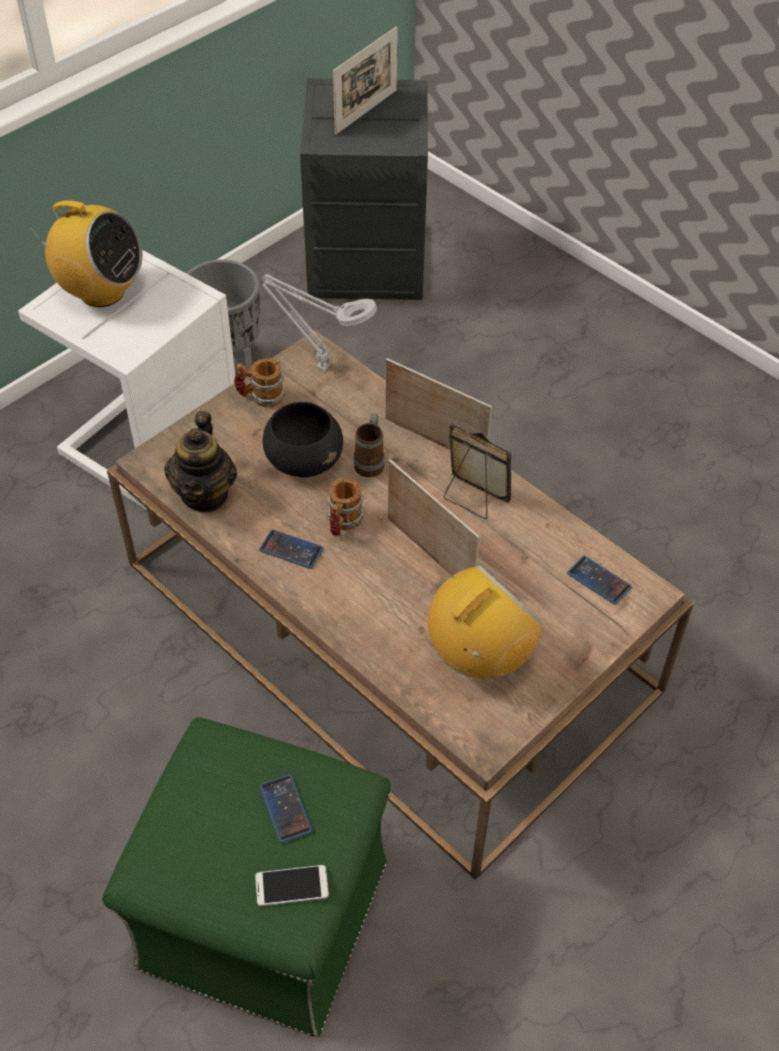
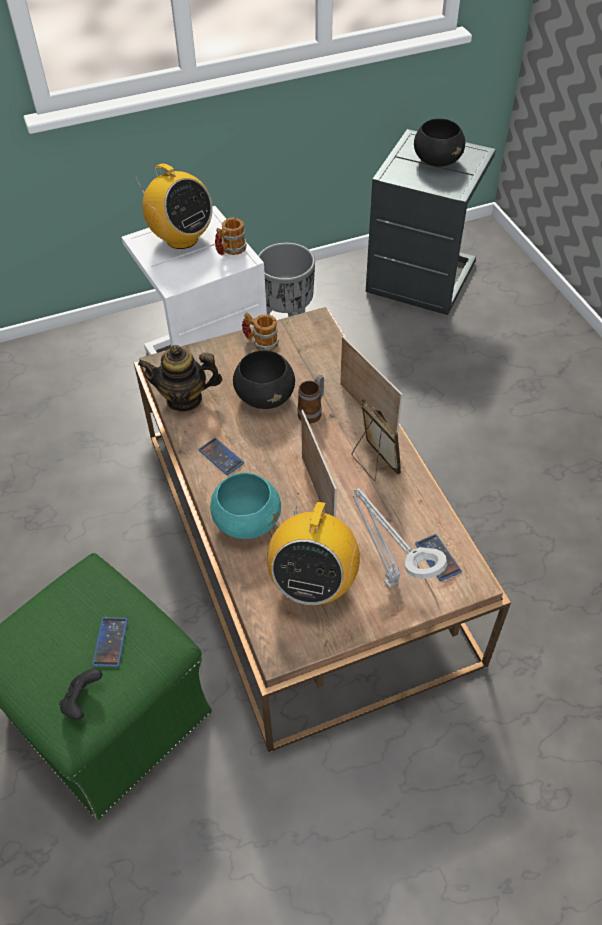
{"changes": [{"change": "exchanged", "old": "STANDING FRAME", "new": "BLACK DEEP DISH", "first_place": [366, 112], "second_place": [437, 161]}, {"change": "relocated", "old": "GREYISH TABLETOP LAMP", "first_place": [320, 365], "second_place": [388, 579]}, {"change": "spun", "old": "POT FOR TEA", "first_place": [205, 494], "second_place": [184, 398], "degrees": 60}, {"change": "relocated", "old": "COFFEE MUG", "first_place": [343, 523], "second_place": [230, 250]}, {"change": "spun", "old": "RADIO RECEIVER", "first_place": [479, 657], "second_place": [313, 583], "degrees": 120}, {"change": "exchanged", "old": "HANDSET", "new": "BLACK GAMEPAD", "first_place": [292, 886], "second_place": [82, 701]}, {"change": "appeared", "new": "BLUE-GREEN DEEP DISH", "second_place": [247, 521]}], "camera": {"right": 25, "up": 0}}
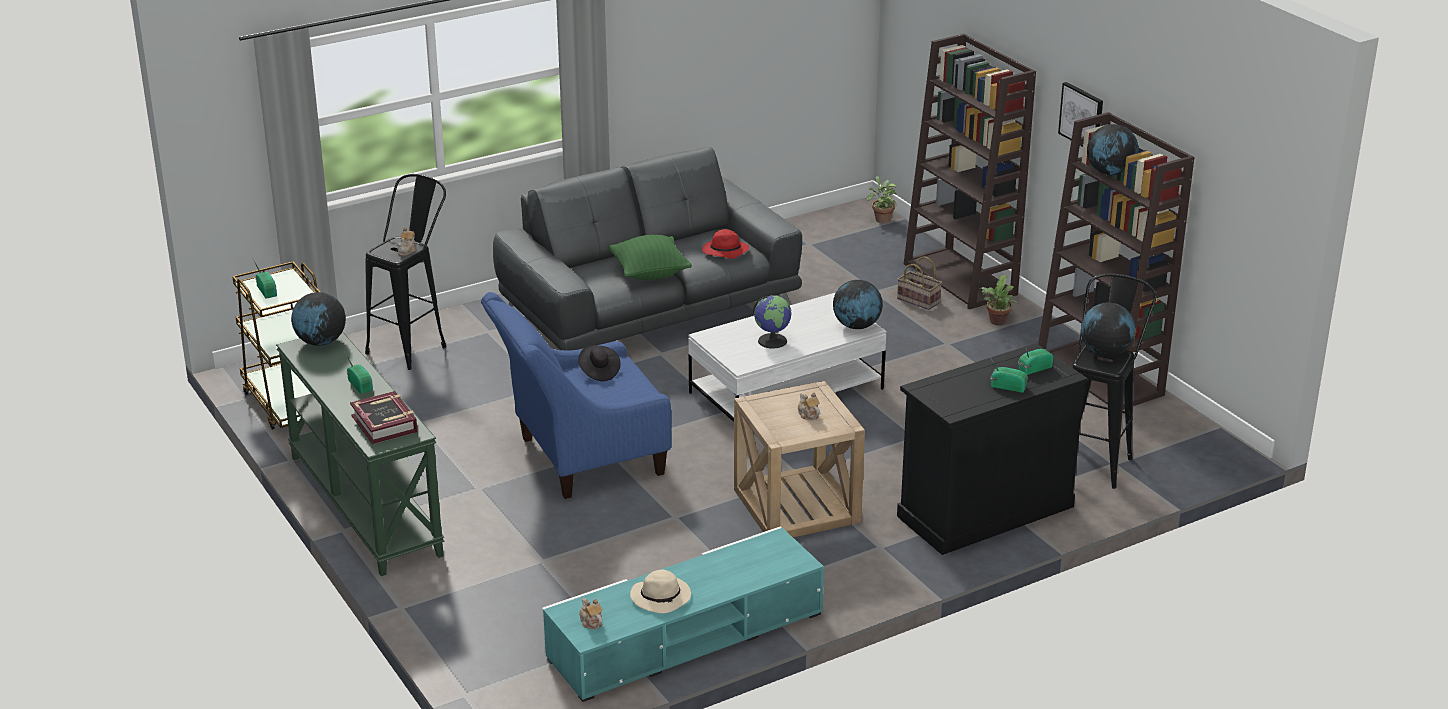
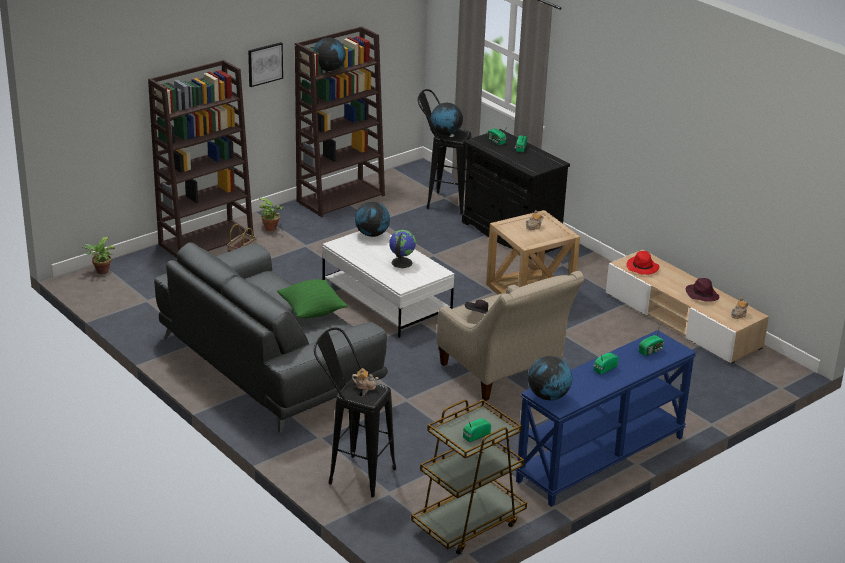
{"changes": [{"change": "relocated", "old": "RED HAT", "first_place": [724, 252], "second_place": [642, 268]}, {"change": "colour", "old": "BLUISH EASY CHAIR", "new": "BEIGE-COLOURED EASY CHAIR", "first_place": [580, 459], "second_place": [503, 374]}, {"change": "colour", "old": "GREEN HALL TABLE", "new": "BLUISH HALL TABLE", "first_place": [363, 505], "second_place": [601, 460]}, {"change": "exchanged", "old": "BOUND BOOK", "new": "RADIO RECEIVER", "first_place": [385, 424], "second_place": [651, 351]}, {"change": "colour", "old": "BLUE-GREEN TV STAND", "new": "BEIGE-COLOURED TV STAND", "first_place": [685, 635], "second_place": [682, 320]}, {"change": "colour", "old": "BEIGE-COLOURED HAT", "new": "PURPLE HAT", "first_place": [661, 597], "second_place": [701, 295]}], "camera": {"right": -100, "up": 0}}
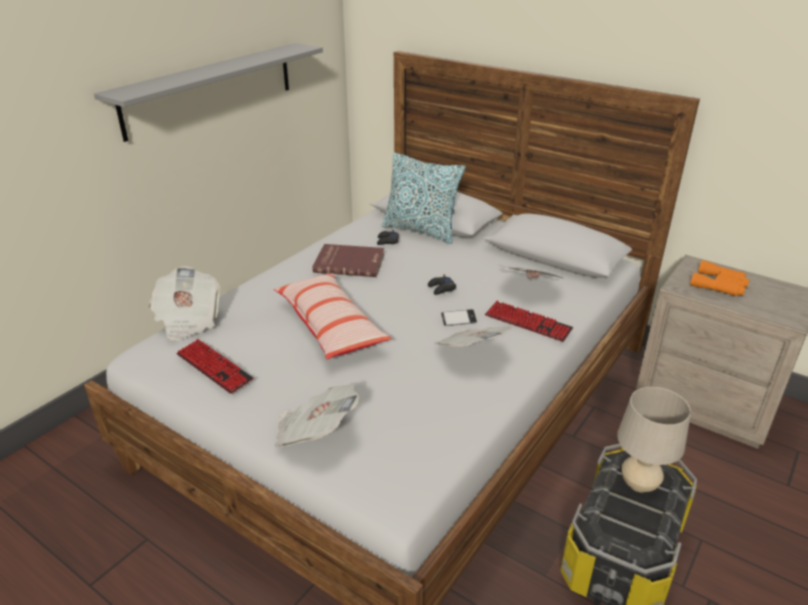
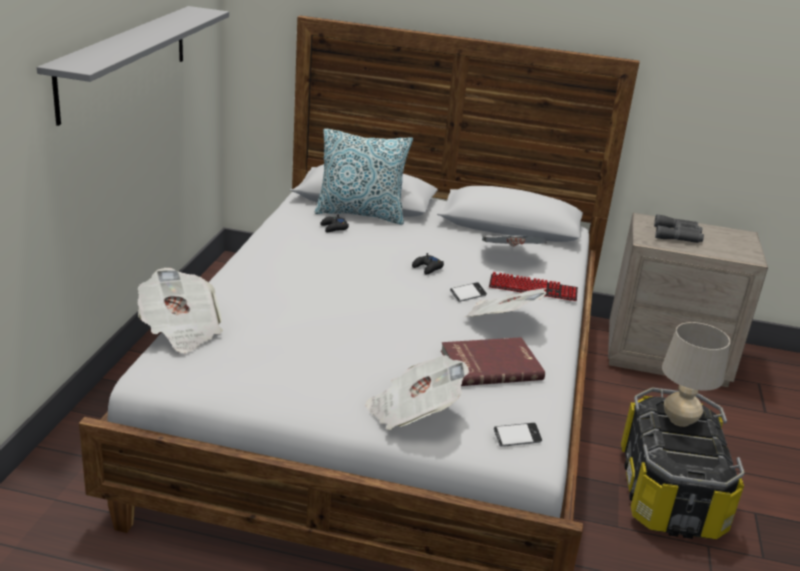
{"changes": [{"change": "relocated", "old": "RED BOUND BOOK", "first_place": [349, 262], "second_place": [490, 364]}, {"change": "colour", "old": "ORANGEY FIELD GLASSES", "new": "GREYISH FIELD GLASSES", "first_place": [720, 285], "second_place": [678, 235]}, {"change": "missing", "old": "CUSHION", "first_place": [330, 326]}, {"change": "missing", "old": "PC KEYBOARD", "first_place": [214, 367]}, {"change": "appeared", "new": "HANDSET", "second_place": [517, 438]}], "camera": {"right": -25, "up": -5}}
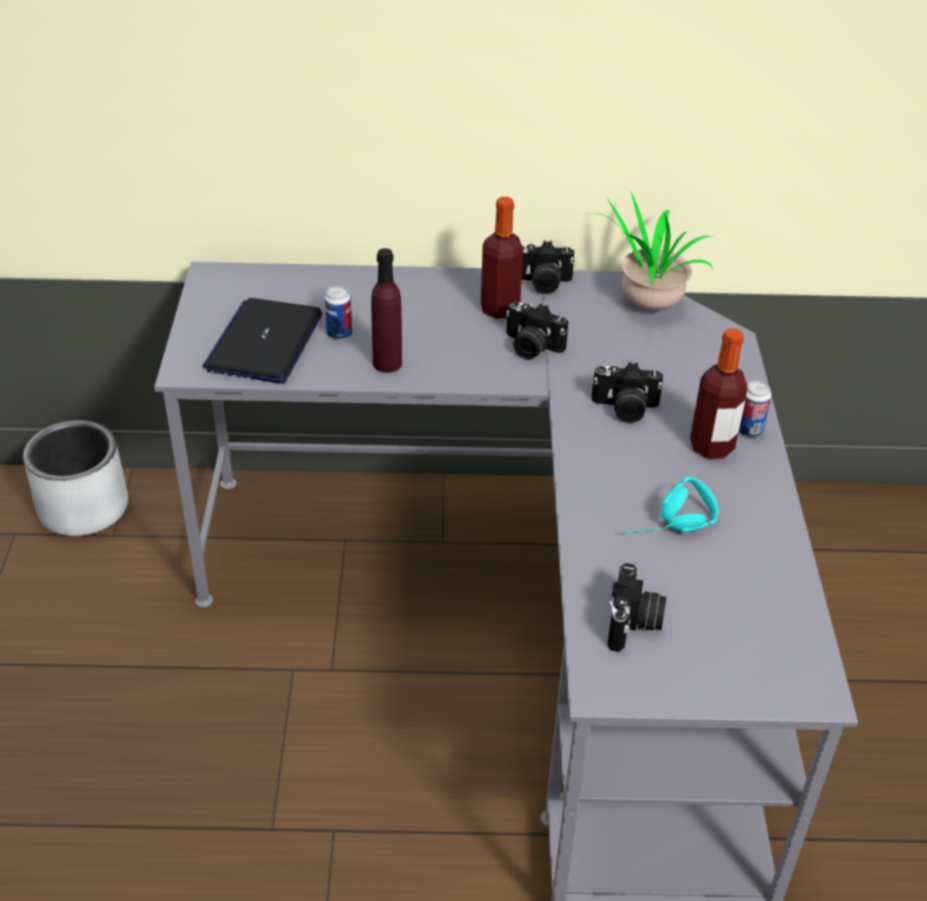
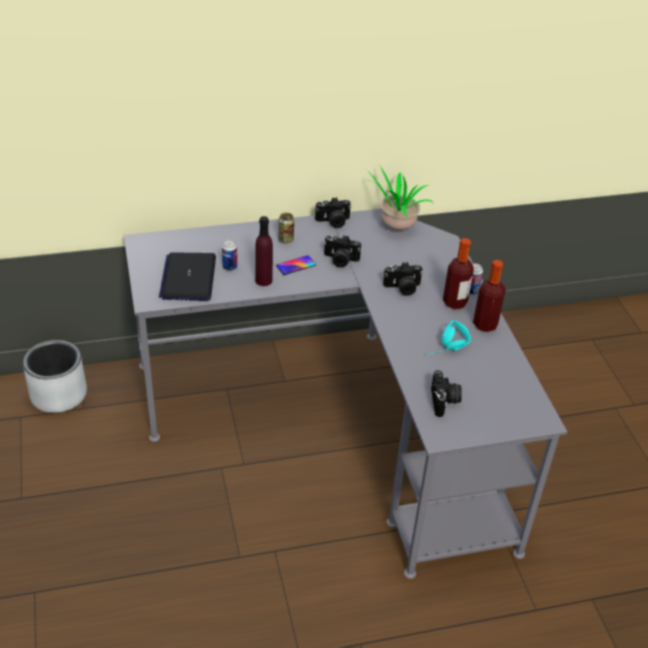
{"changes": [{"change": "relocated", "old": "DRINK BOTTLE", "first_place": [500, 309], "second_place": [485, 324]}, {"change": "appeared", "new": "METAL CAN", "second_place": [285, 240]}, {"change": "appeared", "new": "HANDSET", "second_place": [296, 265]}], "camera": {"right": -15, "up": 0}}
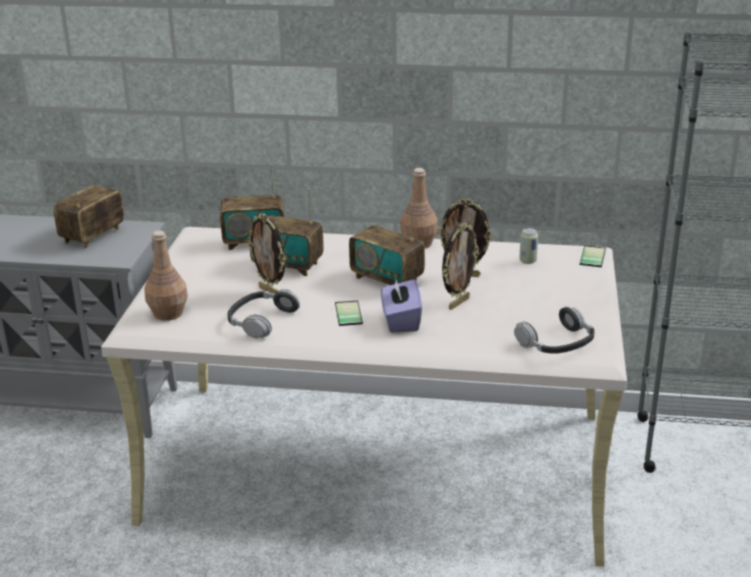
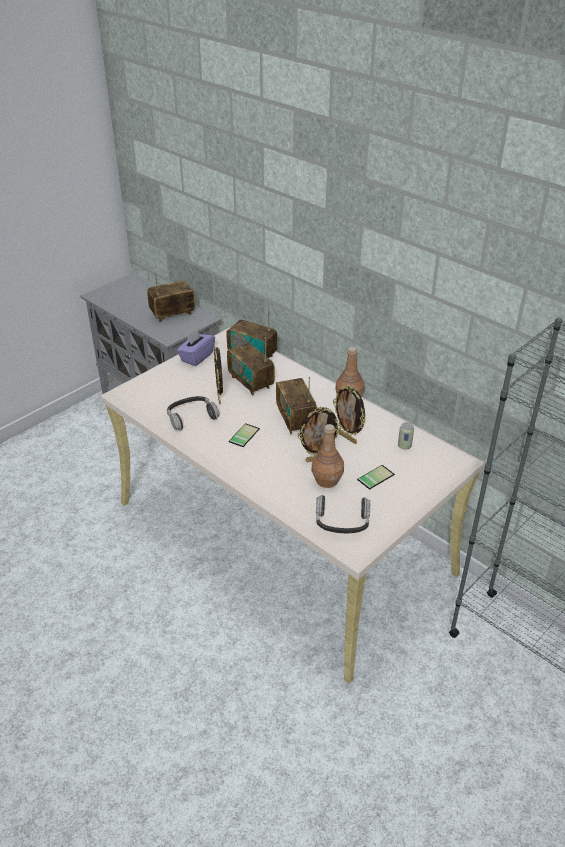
{"changes": [{"change": "relocated", "old": "BROWN DRINK BOTTLE", "first_place": [168, 313], "second_place": [327, 480]}, {"change": "relocated", "old": "HANDSET", "first_place": [590, 256], "second_place": [374, 476]}, {"change": "relocated", "old": "PURPLE TISSUE BOX", "first_place": [400, 321], "second_place": [196, 357]}], "camera": {"right": 35, "up": 10}}
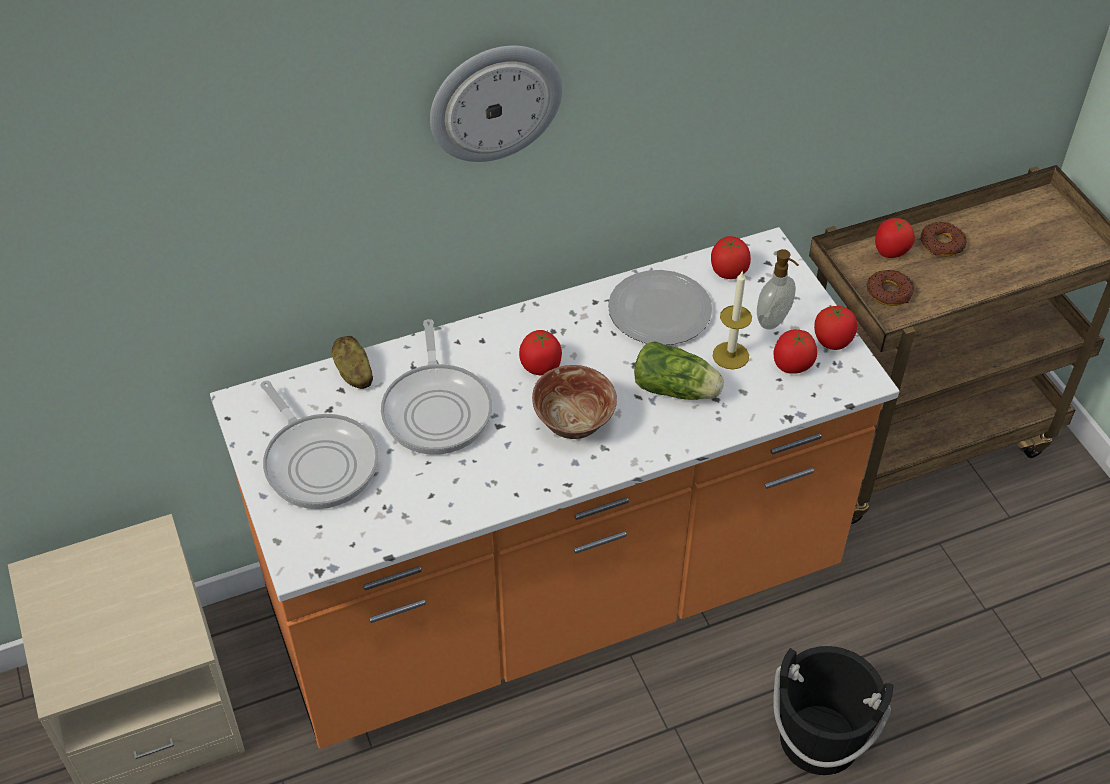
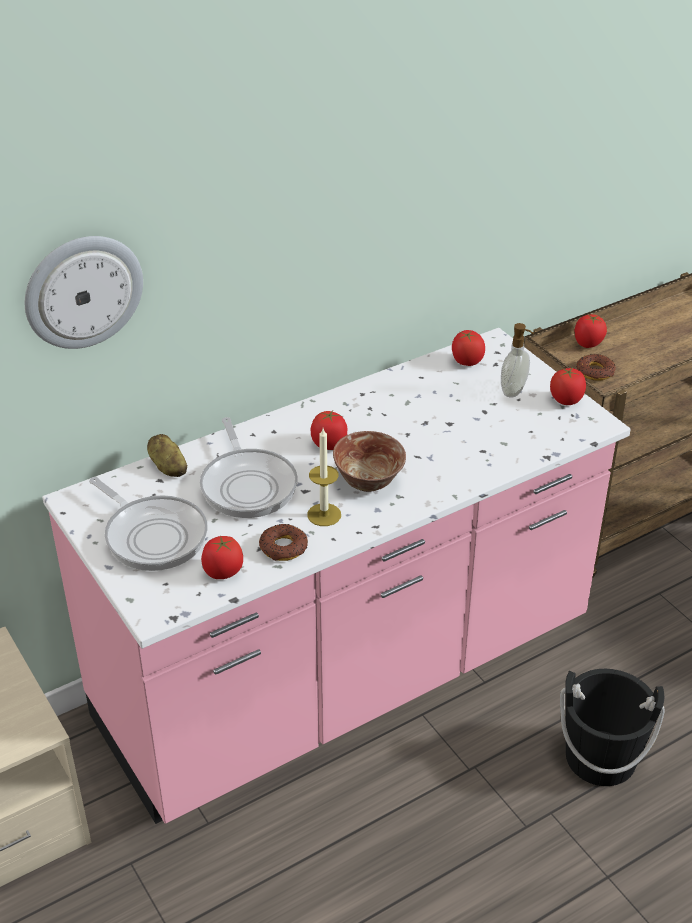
{"changes": [{"change": "relocated", "old": "WALL CLOCK", "first_place": [494, 102], "second_place": [83, 291]}, {"change": "relocated", "old": "DONUT", "first_place": [942, 244], "second_place": [283, 547]}, {"change": "colour", "old": "ORANGEY KITCHEN COUNTER", "new": "PINK-COLOURED KITCHEN COUNTER", "first_place": [555, 597], "second_place": [346, 677]}, {"change": "missing", "old": "PLATE", "first_place": [661, 312]}, {"change": "relocated", "old": "CANDLE", "first_place": [730, 355], "second_place": [324, 514]}, {"change": "relocated", "old": "TOMATO", "first_place": [792, 365], "second_place": [223, 572]}, {"change": "missing", "old": "LETTUCE HEAD", "first_place": [677, 390]}], "camera": {"right": -10, "up": -10}}
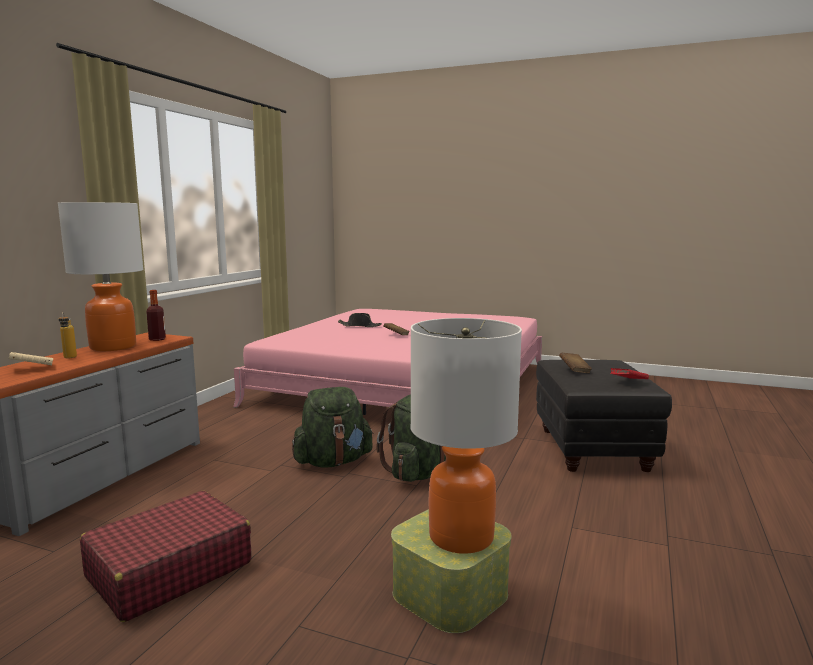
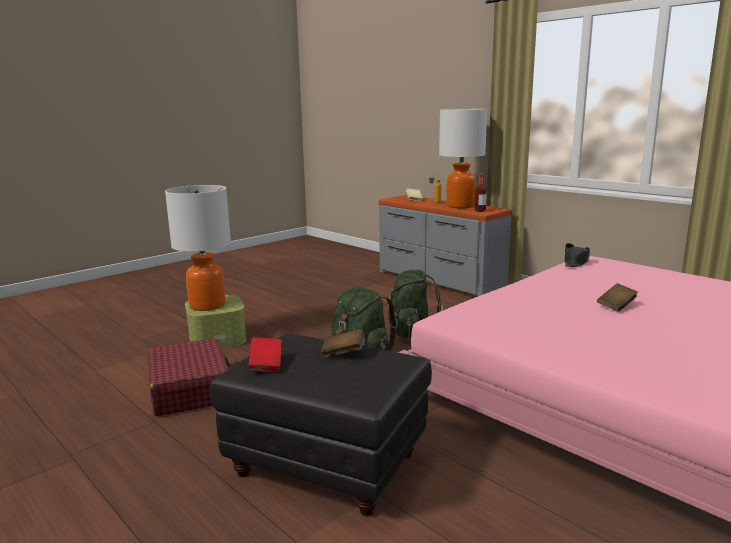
{"changes": [{"change": "relocated", "old": "BLACK HAT", "first_place": [360, 326], "second_place": [576, 262]}, {"change": "relocated", "old": "RED SUITCASE", "first_place": [169, 570], "second_place": [190, 389]}], "camera": {"right": 115, "up": 5}}
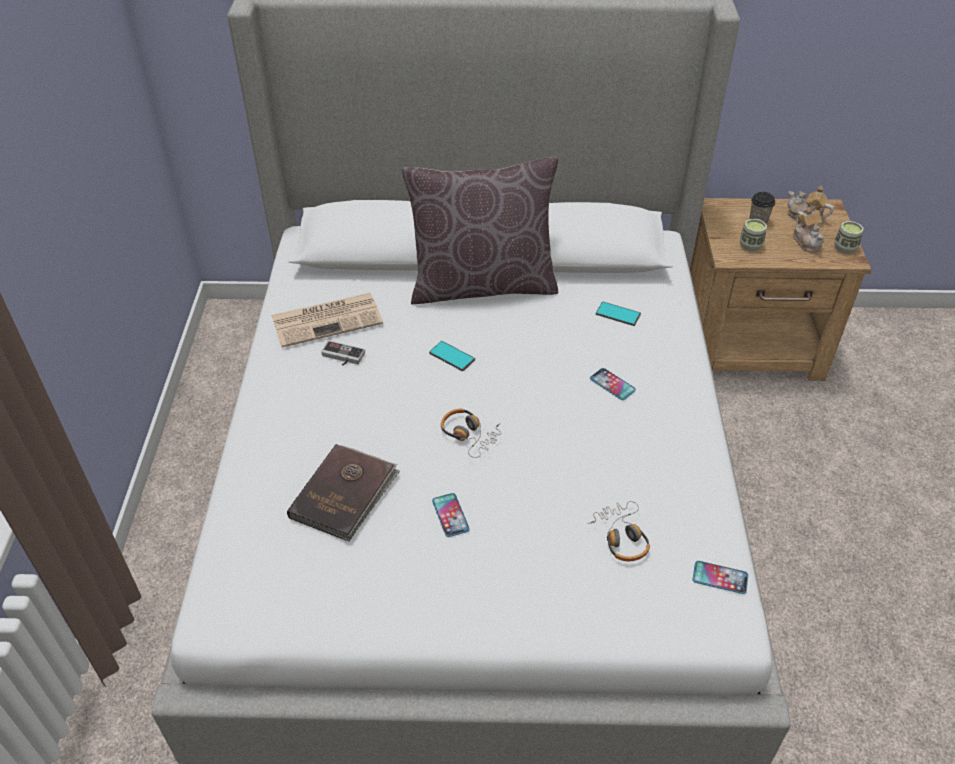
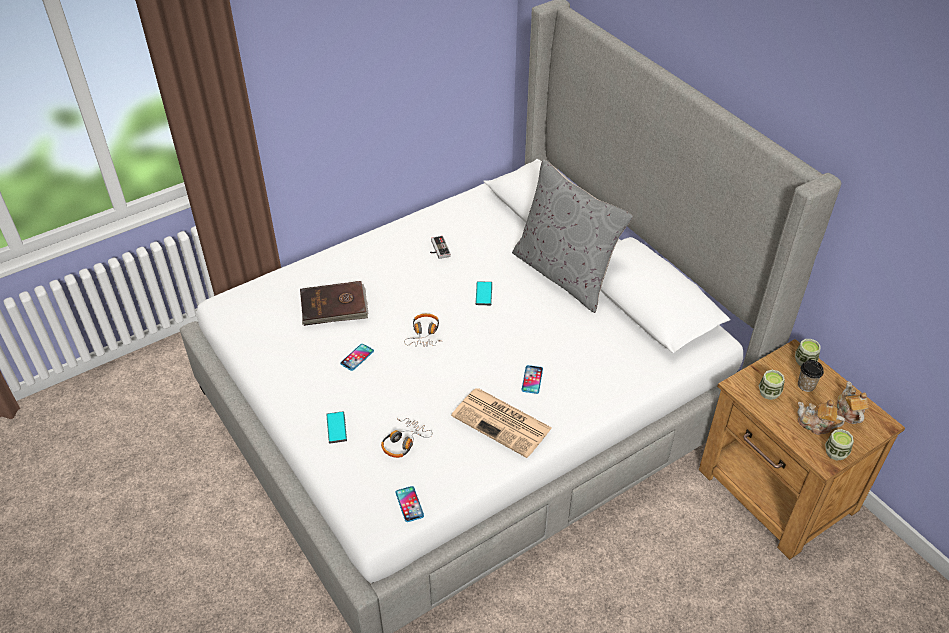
{"changes": [{"change": "colour", "old": "BROWN CUSHION", "new": "GREYISH CUSHION", "first_place": [482, 285], "second_place": [565, 274]}, {"change": "spun", "old": "POT FOR TEA", "first_place": [806, 241], "second_place": [815, 425], "degrees": 75}, {"change": "relocated", "old": "NEWSPAPER", "first_place": [328, 319], "second_place": [503, 422]}, {"change": "relocated", "old": "HANDSET", "first_place": [618, 314], "second_place": [336, 427]}, {"change": "appeared", "new": "CUP", "second_place": [804, 361]}], "camera": {"right": 55, "up": 0}}
